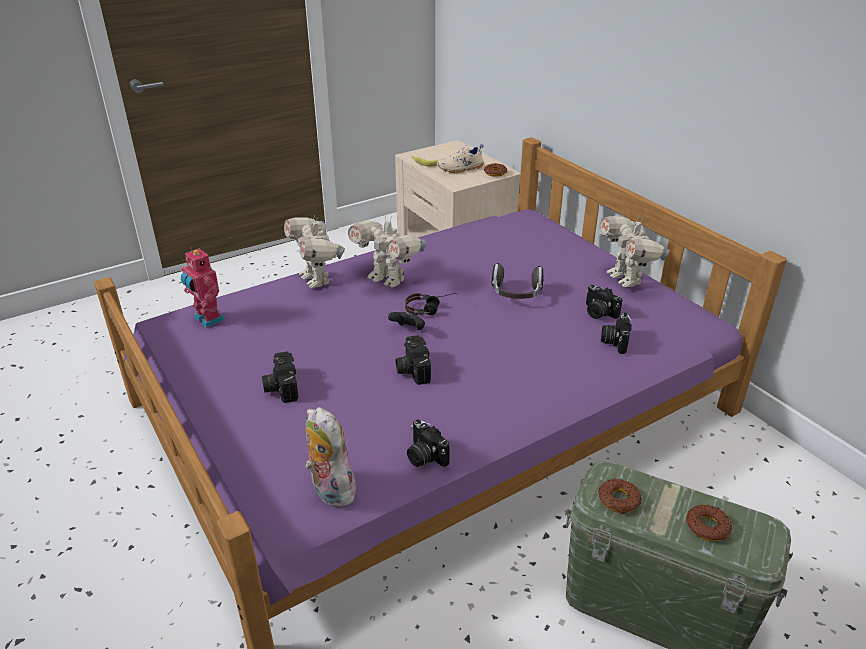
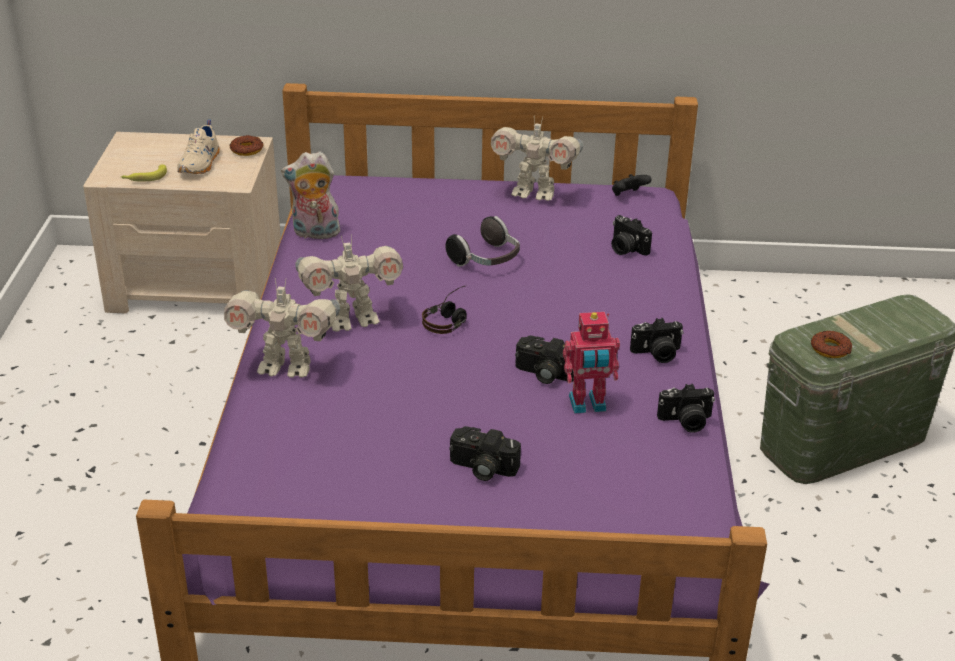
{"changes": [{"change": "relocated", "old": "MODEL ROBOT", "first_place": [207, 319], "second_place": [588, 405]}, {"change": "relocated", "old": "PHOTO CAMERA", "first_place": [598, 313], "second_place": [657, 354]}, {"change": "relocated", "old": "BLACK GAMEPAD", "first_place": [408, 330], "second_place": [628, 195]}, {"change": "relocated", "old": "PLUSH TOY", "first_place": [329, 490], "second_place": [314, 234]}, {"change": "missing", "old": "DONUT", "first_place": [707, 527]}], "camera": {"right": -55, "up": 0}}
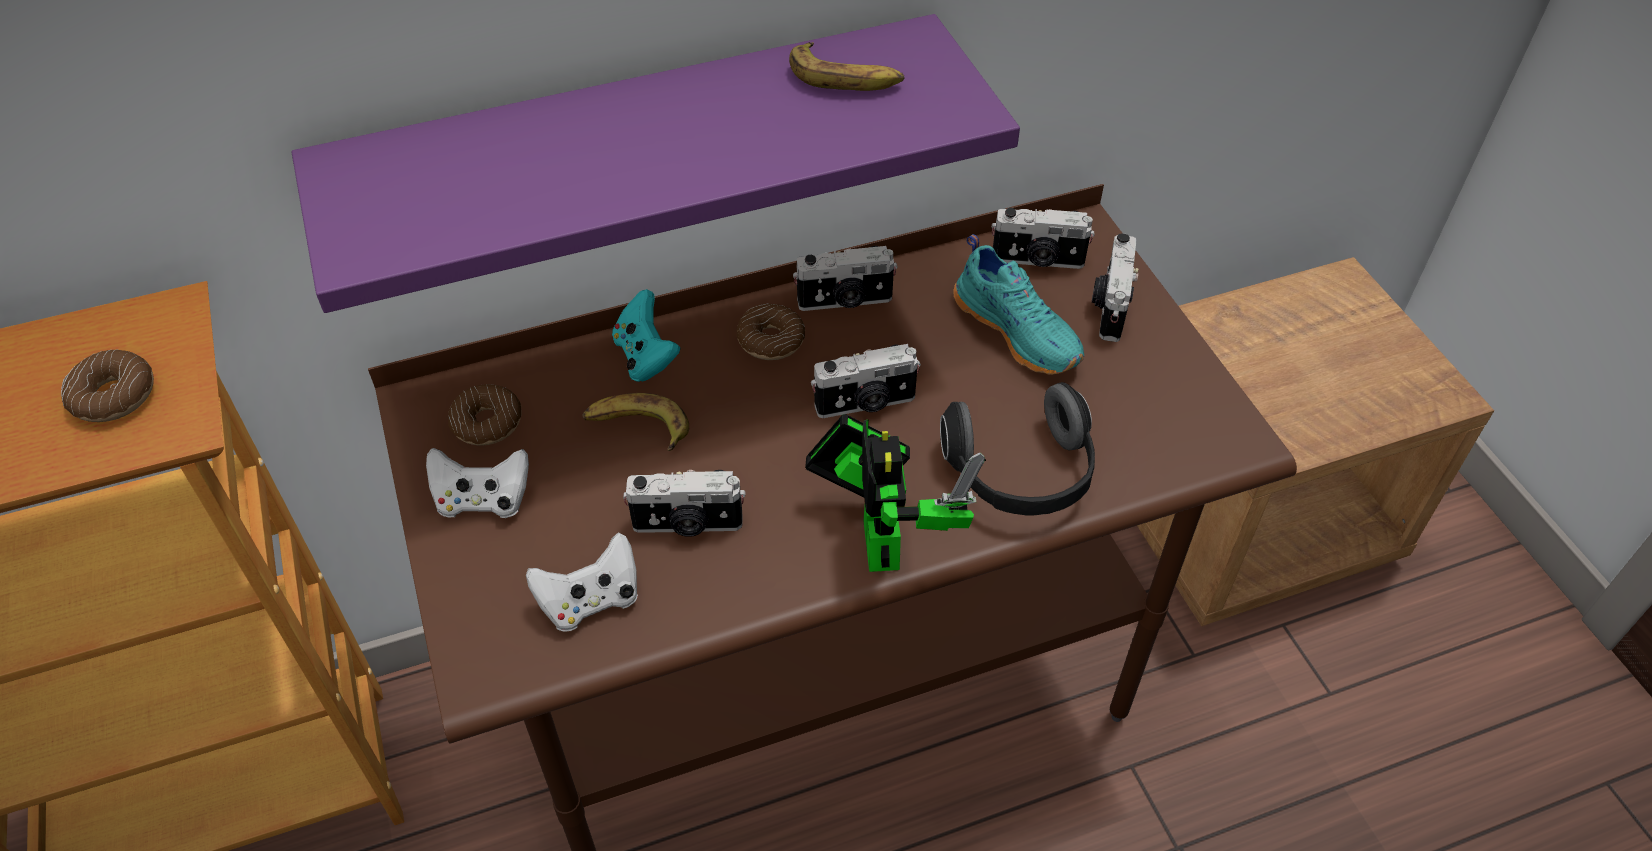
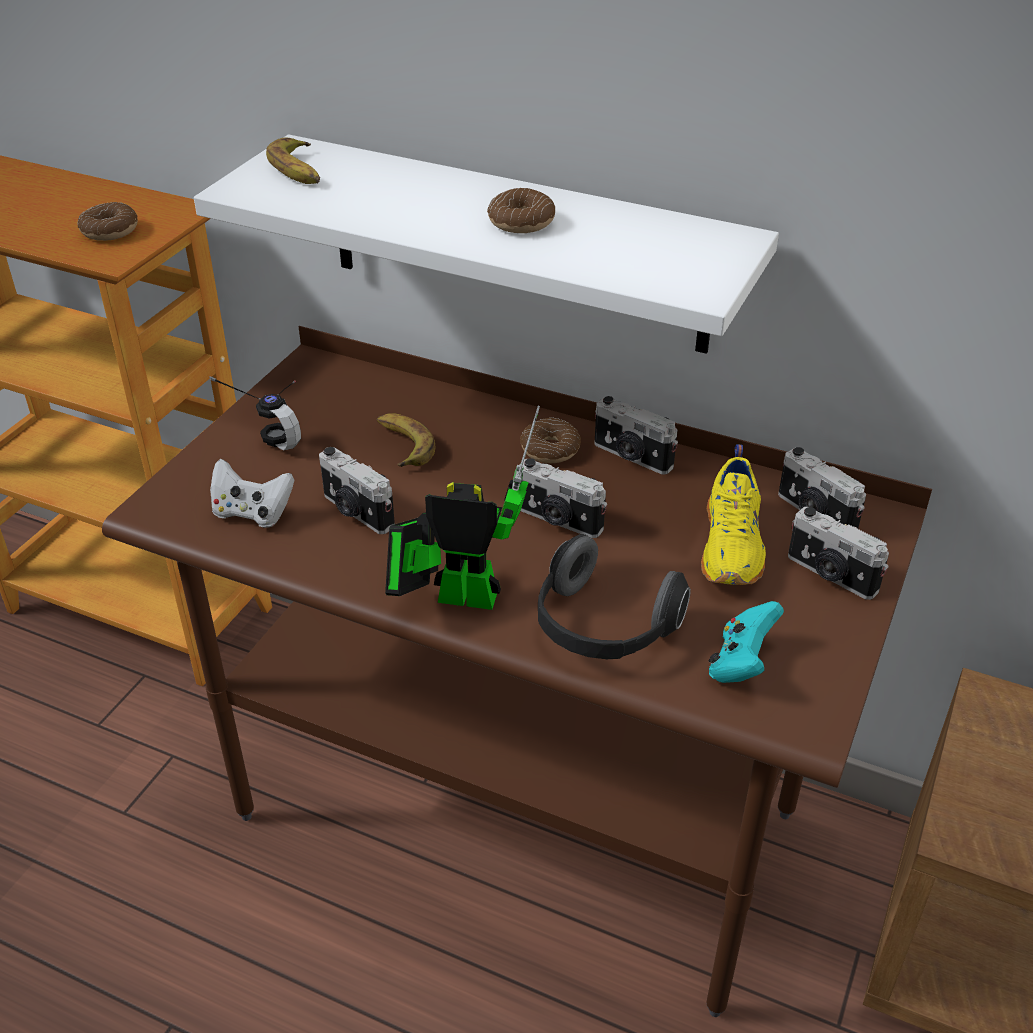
{"changes": [{"change": "colour", "old": "PURPLE SHELF", "new": "WHITE SHELF", "first_place": [640, 148], "second_place": [516, 245]}, {"change": "relocated", "old": "BANANA", "first_place": [845, 78], "second_place": [298, 170]}, {"change": "spun", "old": "PHOTO CAMERA", "first_place": [1109, 307], "second_place": [830, 575], "degrees": -105}, {"change": "colour", "old": "BLUE-GREEN ITEM OF FOOTWEAR", "new": "YELLOW ITEM OF FOOTWEAR", "first_place": [1019, 330], "second_place": [733, 546]}, {"change": "relocated", "old": "BLUE-GREEN GAMEPAD", "first_place": [646, 357], "second_place": [741, 663]}, {"change": "relocated", "old": "DONUT", "first_place": [487, 423], "second_place": [521, 222]}, {"change": "spun", "old": "MODEL ROBOT", "first_place": [879, 535], "second_place": [457, 595], "degrees": -120}, {"change": "exchanged", "old": "WHITE GAMEPAD", "new": "HEADSET", "first_place": [483, 500], "second_place": [273, 429]}], "camera": {"right": 45, "up": -10}}
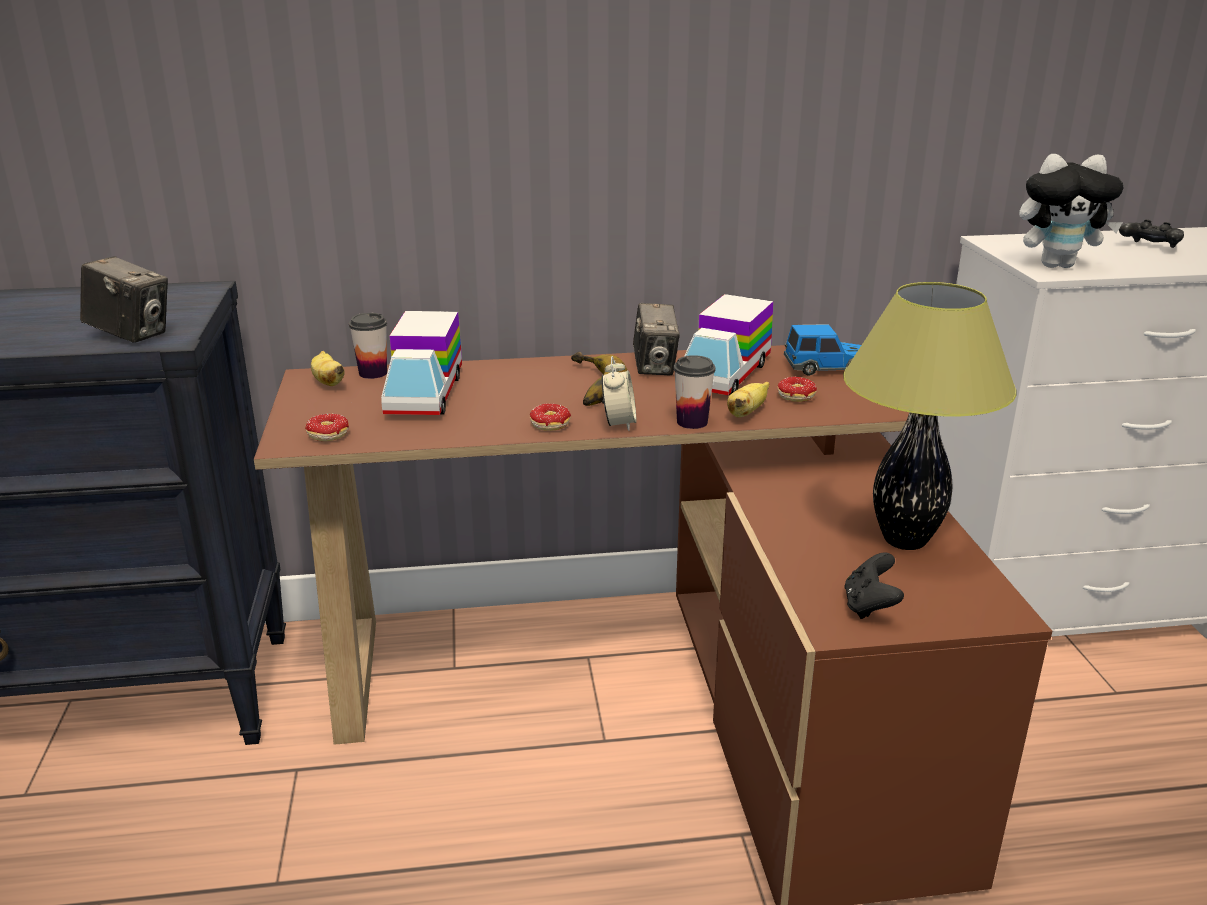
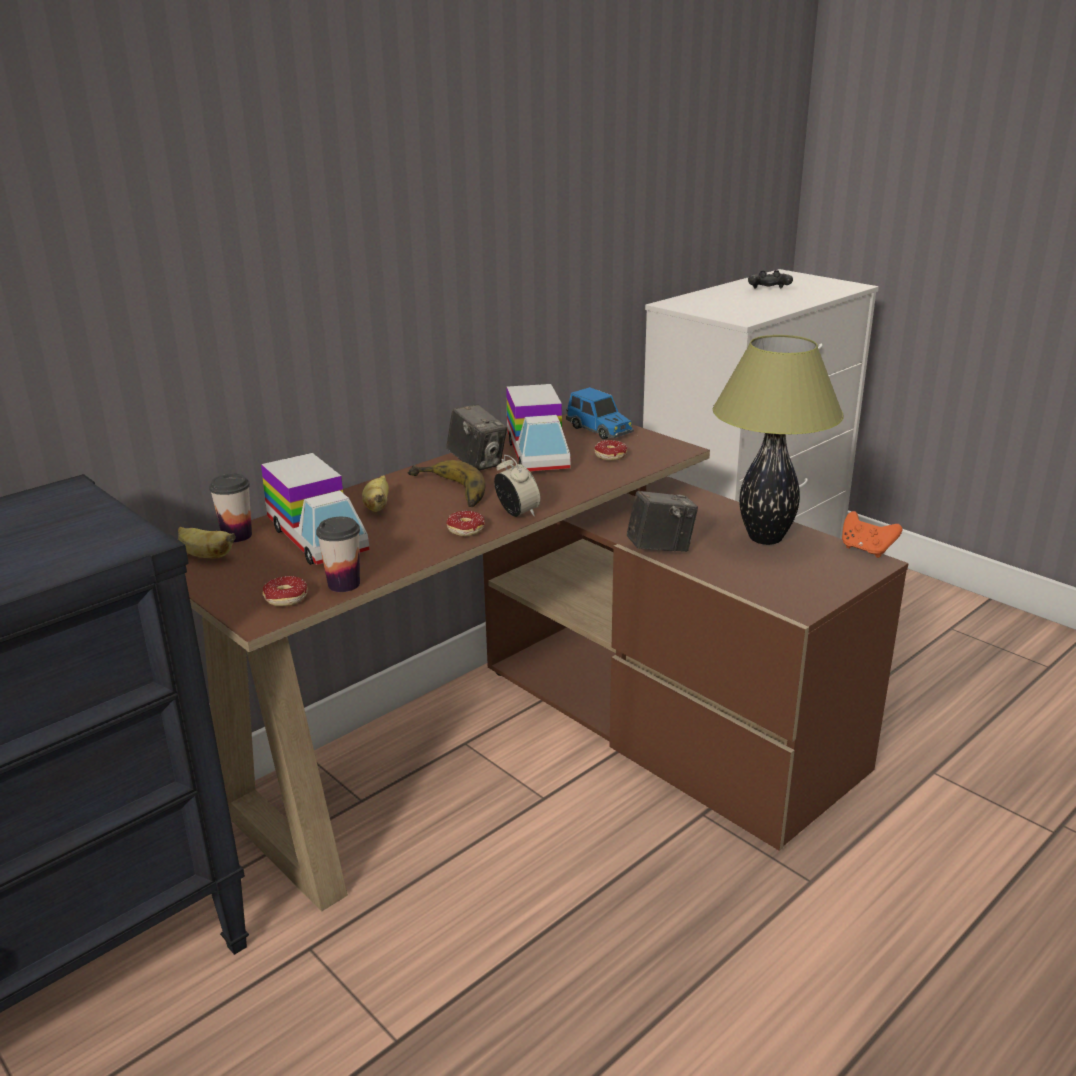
{"changes": [{"change": "missing", "old": "PLUSH TOY", "first_place": [1057, 265]}, {"change": "relocated", "old": "PHOTO CAMERA", "first_place": [131, 335], "second_place": [660, 548]}, {"change": "spun", "old": "MINIATURE CAR", "first_place": [826, 368], "second_place": [600, 430], "degrees": 90}, {"change": "relocated", "old": "CUP", "first_place": [692, 422], "second_place": [344, 584]}, {"change": "relocated", "old": "BANANA", "first_place": [746, 413], "second_place": [377, 506]}, {"change": "missing", "old": "BLACK GAMEPAD", "first_place": [869, 606]}, {"change": "appeared", "new": "ORANGEY GAMEPAD", "second_place": [866, 550]}], "camera": {"right": -35, "up": 0}}
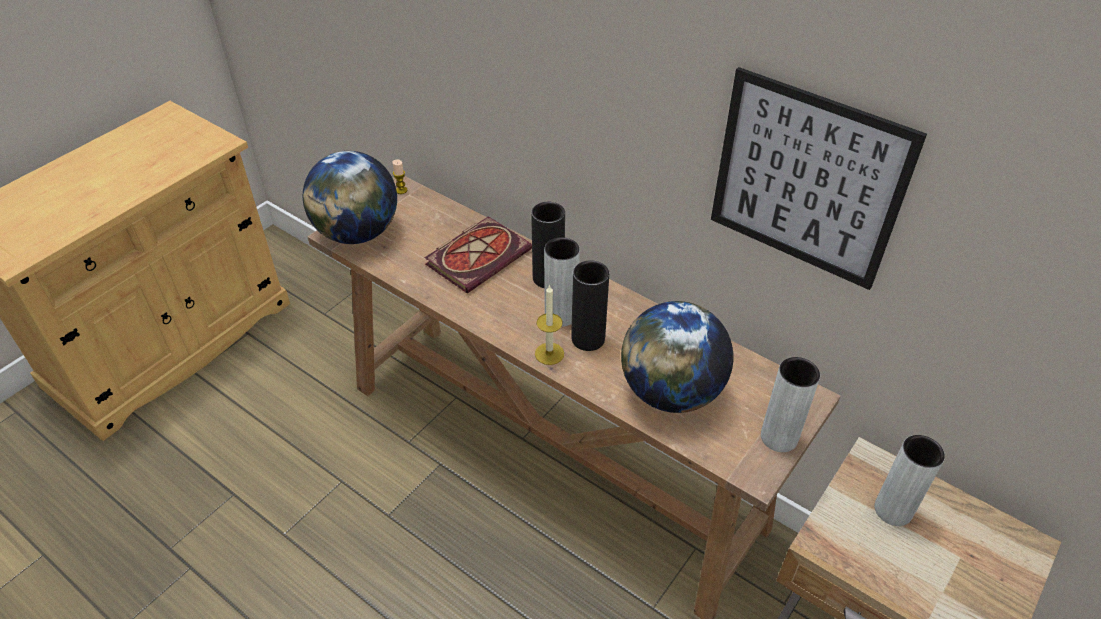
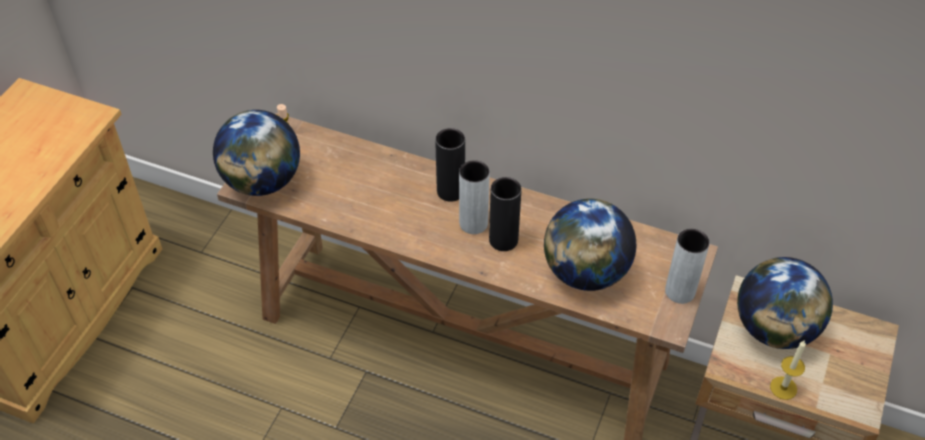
{"changes": [{"change": "missing", "old": "WALL PICTURE", "first_place": [807, 180]}, {"change": "missing", "old": "BOUND BOOK", "first_place": [479, 255]}, {"change": "relocated", "old": "CANDLE", "first_place": [549, 353], "second_place": [783, 388]}, {"change": "exchanged", "old": "GREYISH FLOWER VASE", "new": "GLOBE", "first_place": [893, 510], "second_place": [774, 328]}], "camera": {"right": -15, "up": 5}}
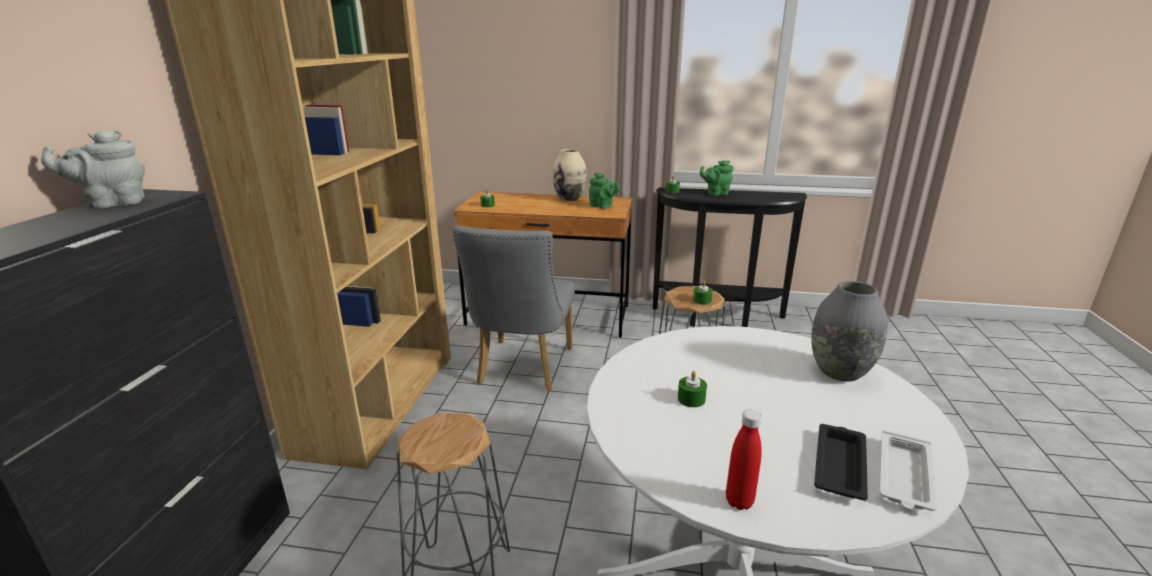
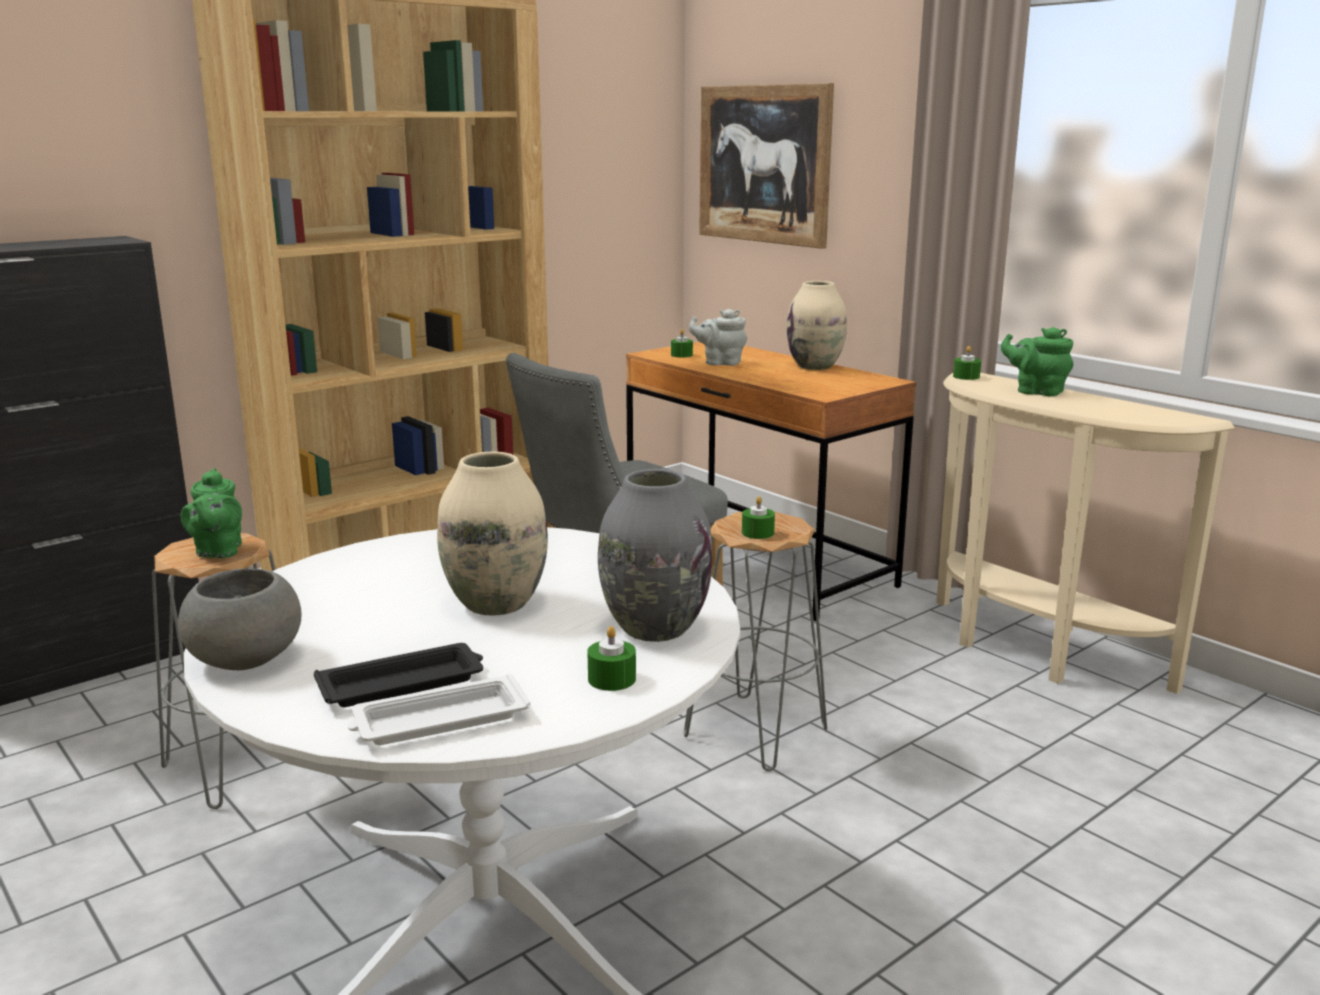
{"changes": [{"change": "relocated", "old": "GREYISH POT FOR TEA", "first_place": [113, 203], "second_place": [720, 362]}, {"change": "relocated", "old": "GREEN POT FOR TEA", "first_place": [602, 206], "second_place": [218, 551]}, {"change": "colour", "old": "BLACK HALL TABLE", "new": "BEIGE-COLOURED HALL TABLE", "first_place": [718, 319], "second_place": [1032, 652]}, {"change": "relocated", "old": "GREEN CANDLE", "first_place": [691, 399], "second_place": [612, 679]}, {"change": "exchanged", "old": "RED DRINK BOTTLE", "new": "GREYISH DEEP DISH", "first_place": [739, 501], "second_place": [245, 660]}, {"change": "appeared", "new": "WALL PICTURE", "second_place": [763, 164]}, {"change": "appeared", "new": "BEIGE-COLOURED FLOWER VASE", "second_place": [494, 603]}], "camera": {"right": 40, "up": -5}}
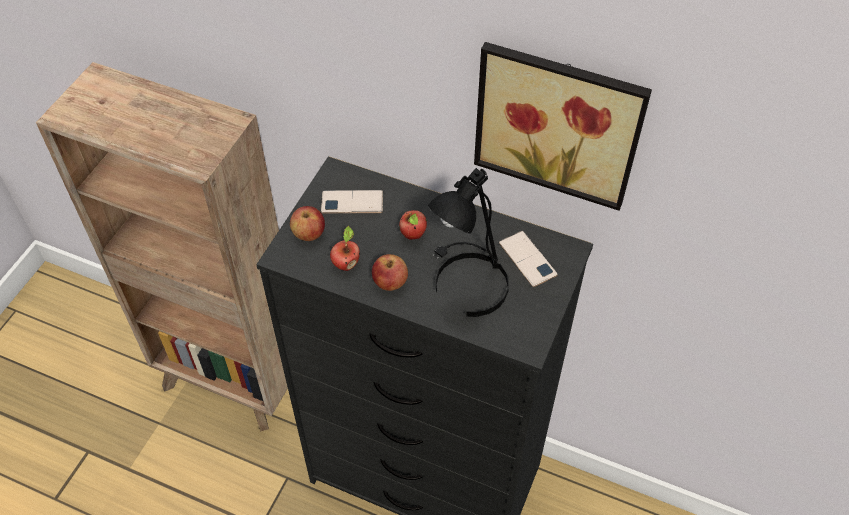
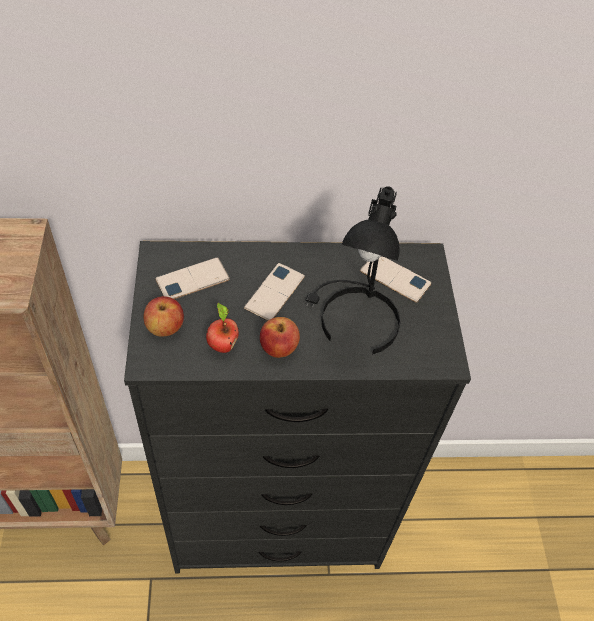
{"changes": [{"change": "missing", "old": "WALL PICTURE", "first_place": [559, 121]}, {"change": "exchanged", "old": "APPLE FRUIT", "new": "HANDSET", "first_place": [413, 235], "second_place": [274, 292]}], "camera": {"right": -30, "up": 0}}
